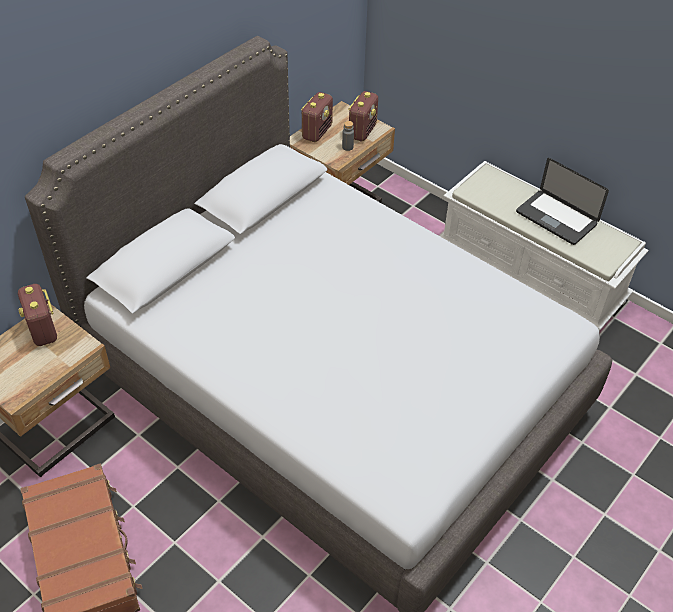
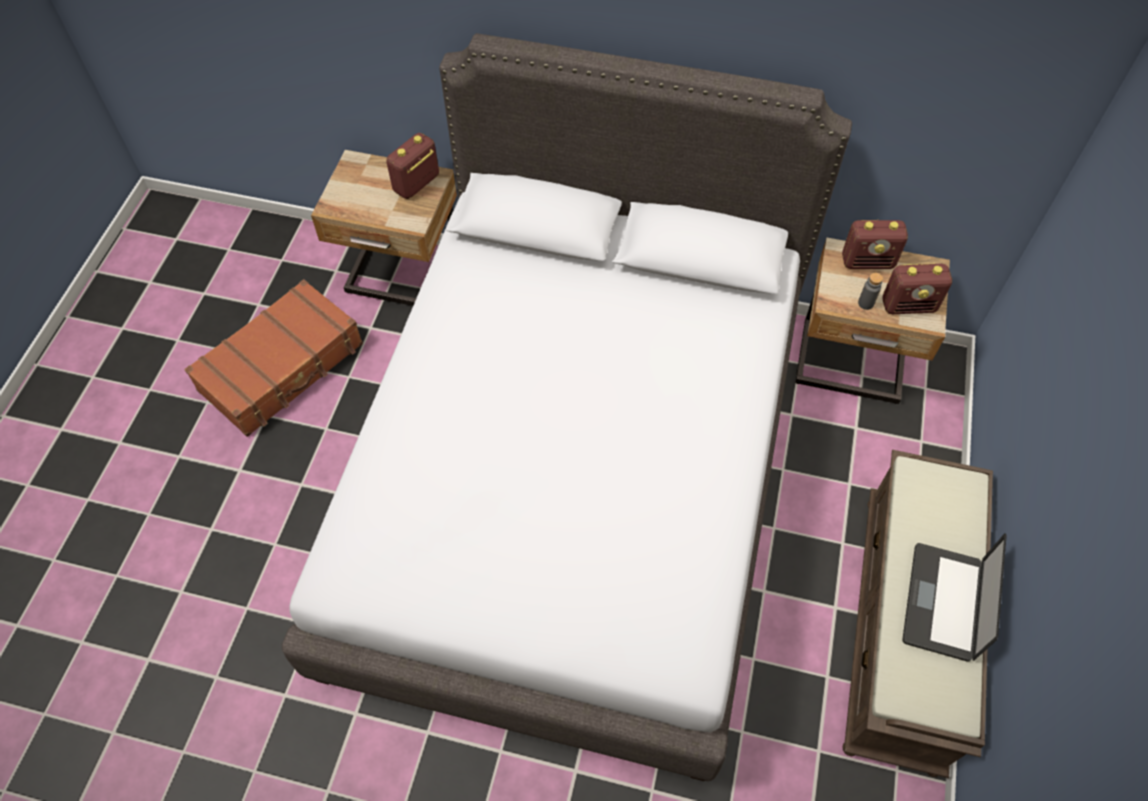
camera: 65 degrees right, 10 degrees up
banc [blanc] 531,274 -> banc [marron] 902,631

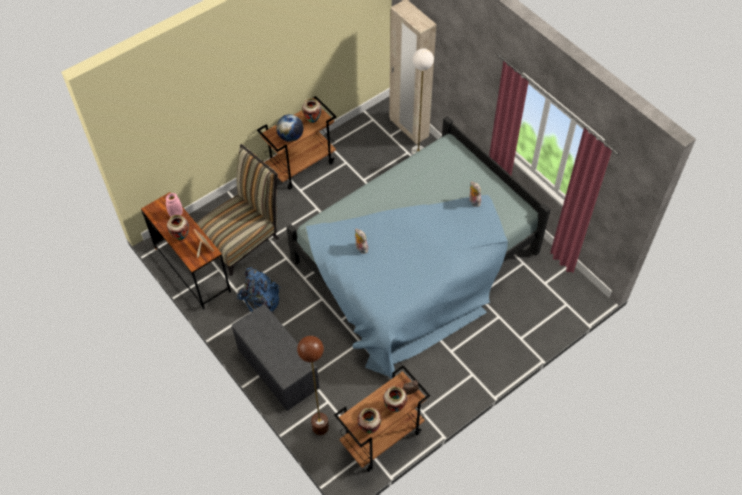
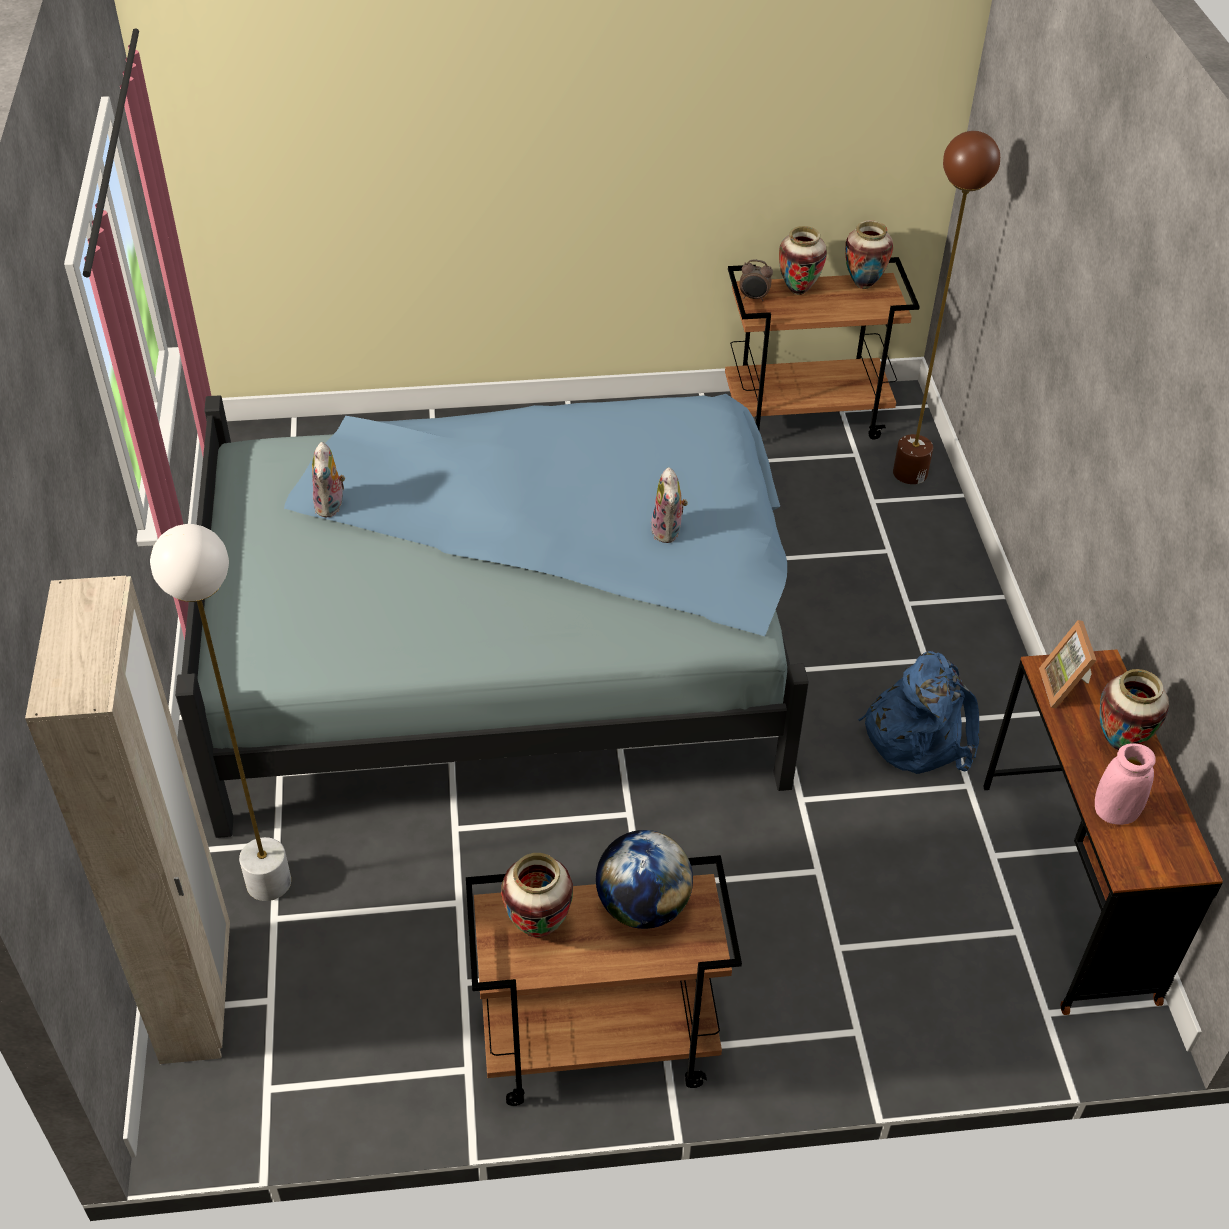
camera: 150 degrees left, 10 degrees down
chaise 242,237 -> none
banc [gris] 276,368 -> none

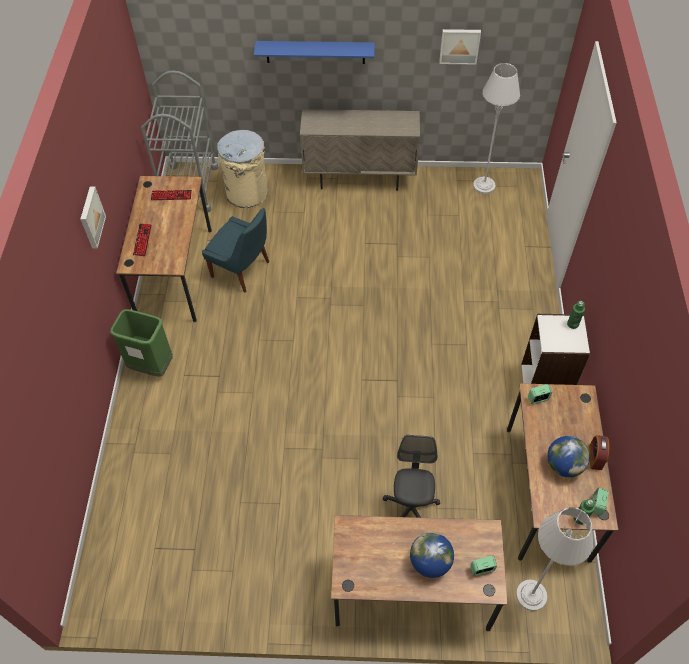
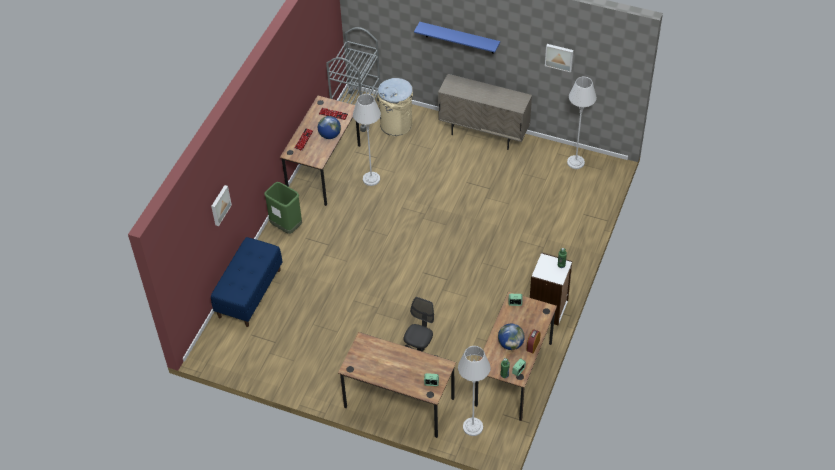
camera: 20 degrees right, 5 degrees down
tableau 91,217 -> tableau 220,205, move
none -> banc [bleu] 249,293
globe 430,562 -> globe 330,135, move
chaise [bleu] 242,270 -> lampadaire [gris] 371,179

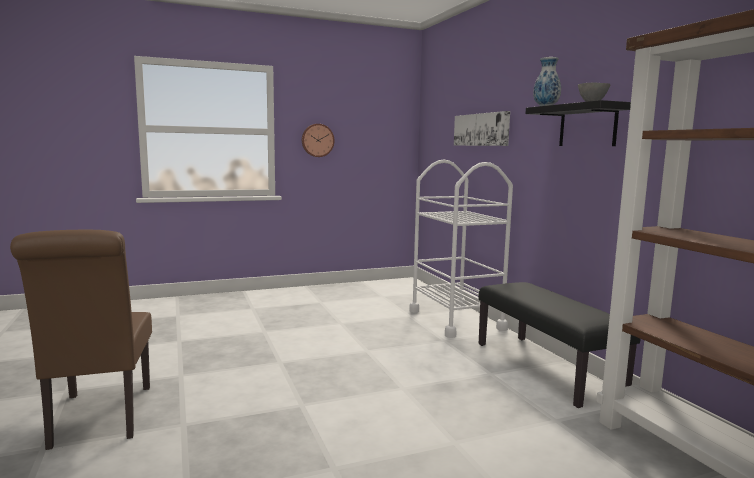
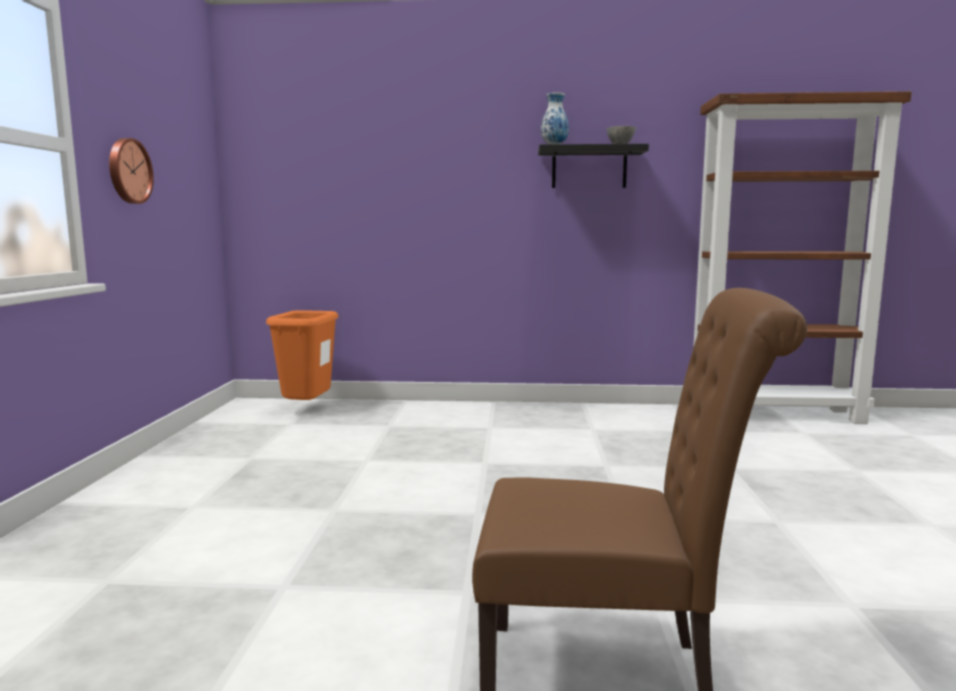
camera: 65 degrees left, 0 degrees up
none -> poubelle [orange] 307,410
chariot [blanc] 456,320 -> none
tableau 481,129 -> none
banc [noir] 546,368 -> none

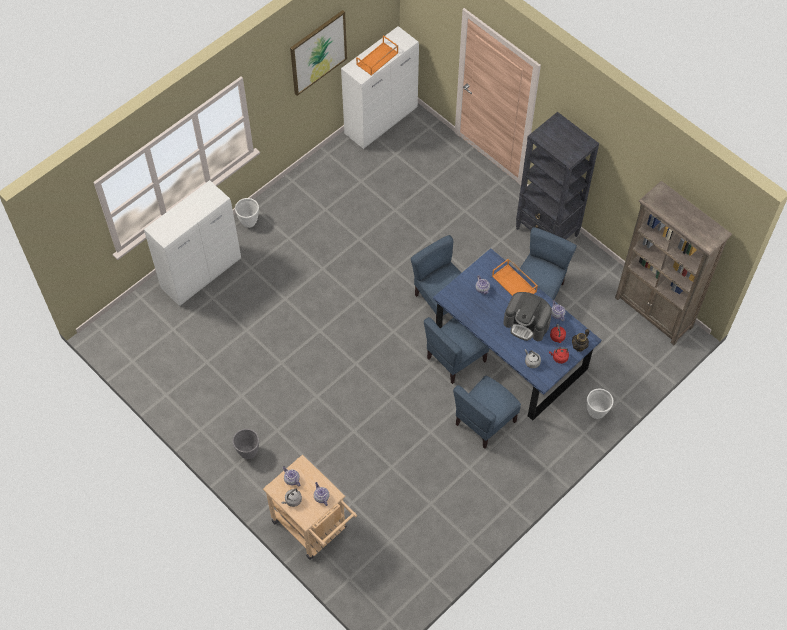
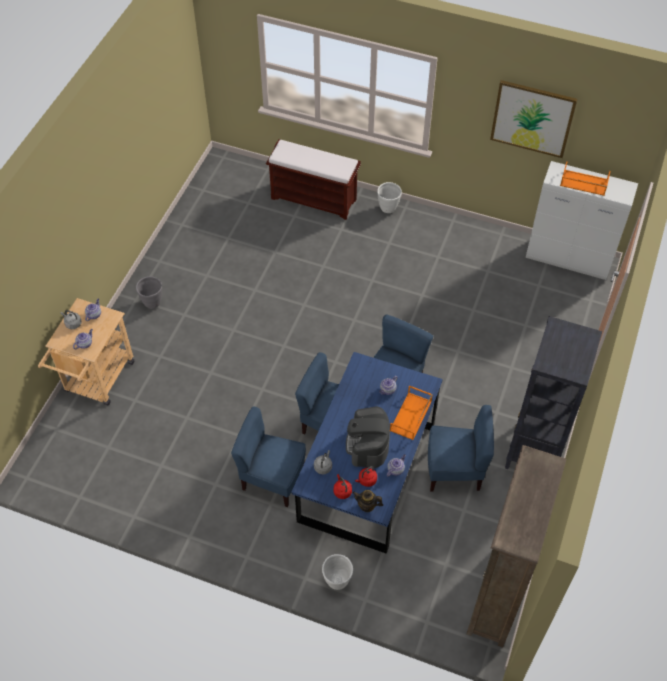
camera: 65 degrees right, 5 degrees down
meuble de rangement [blanc] 202,273 -> banc [marron] 314,199

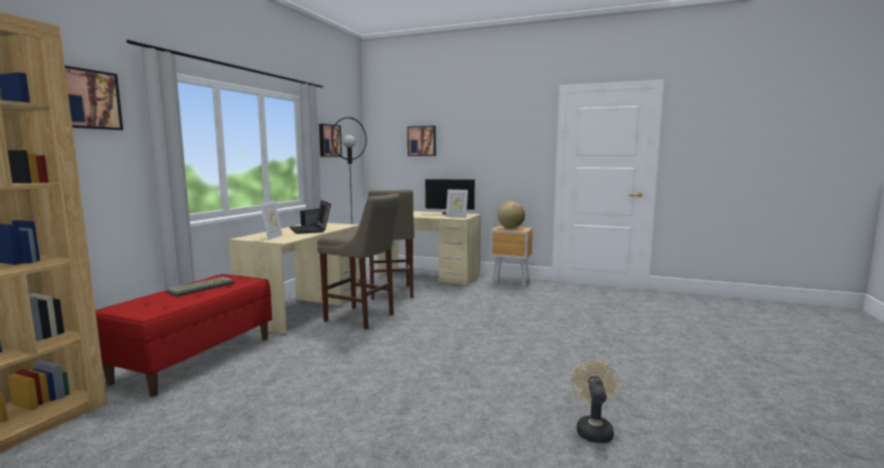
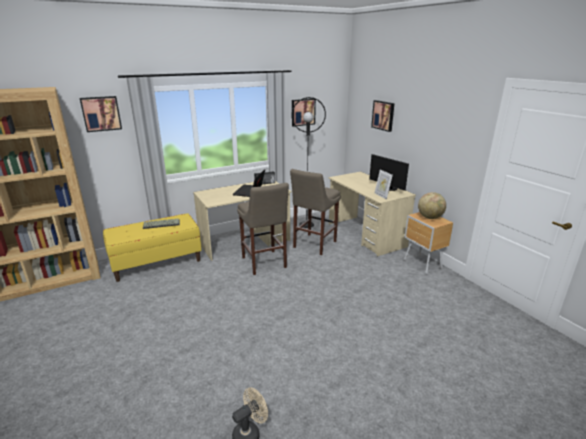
camera: 40 degrees right, 15 degrees up
banc [rouge] 196,359 -> banc [jaune] 157,262
cadre photo 272,237 -> none

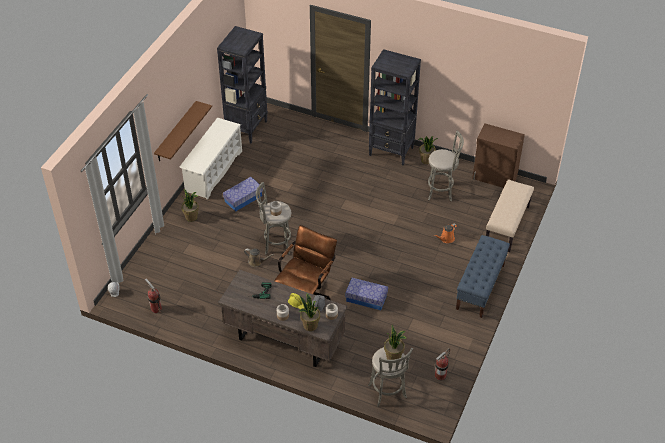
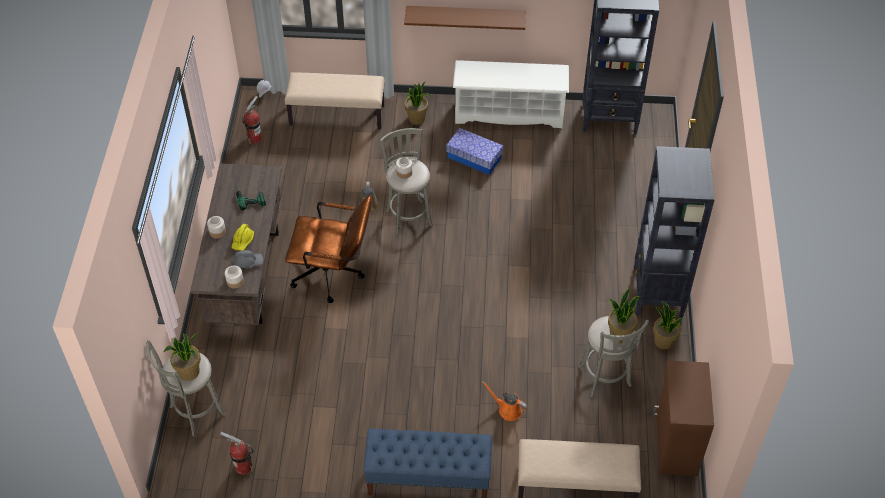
camera: 70 degrees right, 5 degrees up
none -> banc [beige] 337,114
plante en pot 310,325 -> plante en pot 619,334, move
boîte de rangement 366,298 -> none

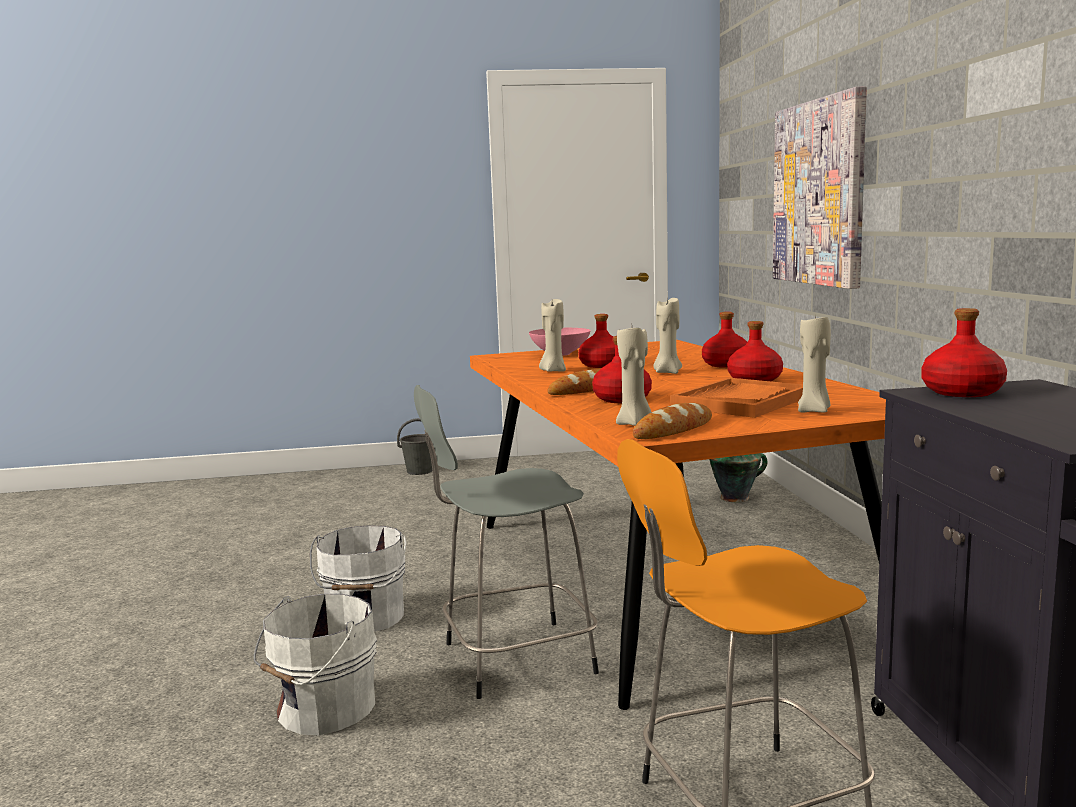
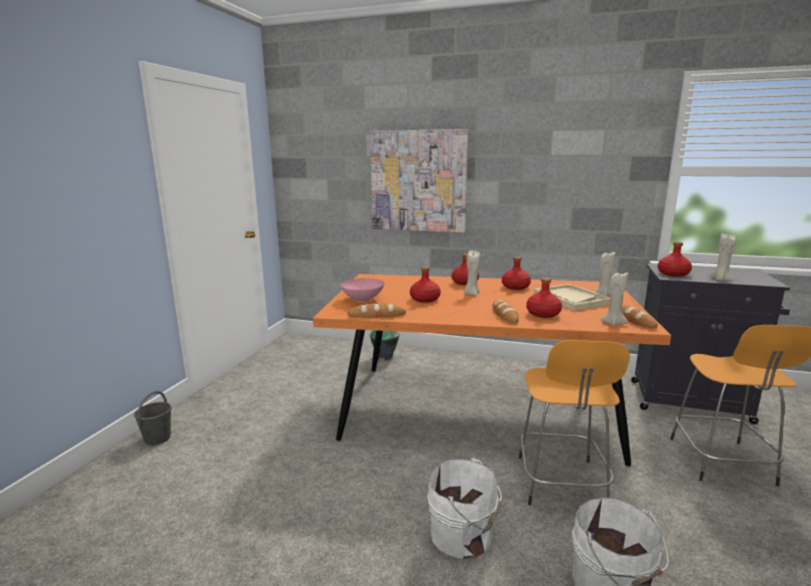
camera: 65 degrees left, 5 degrees up
none -> pain 376,315
tabouret [gris] 513,659 -> tabouret [orange] 561,484
plateau [orange] 741,401 -> plateau [beige] 571,299
bougie [beige] 553,371 -> bougie [beige] 720,279, move

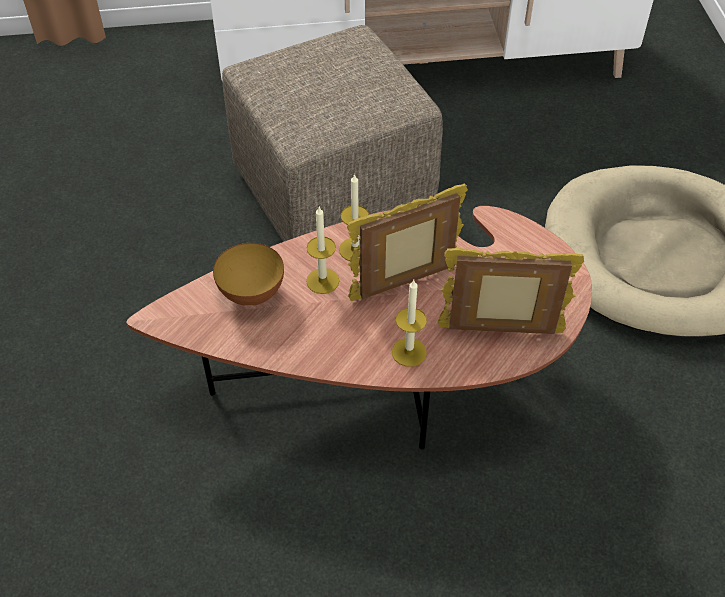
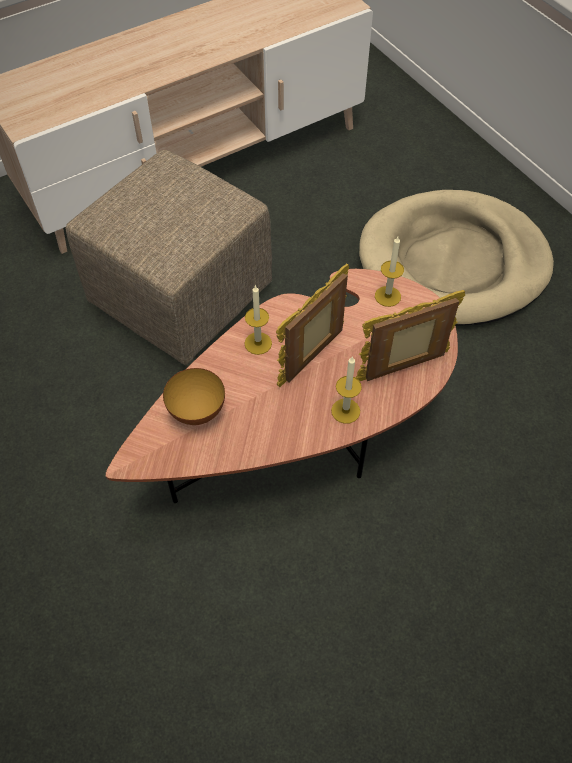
camera: 25 degrees left, 5 degrees up
bougie 322,281 -> bougie 387,296, move

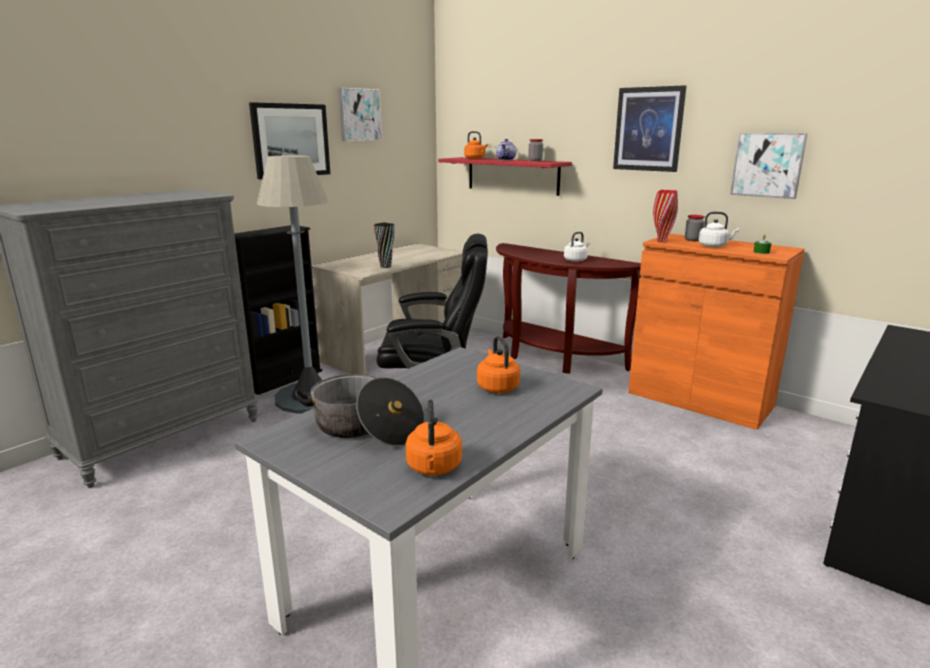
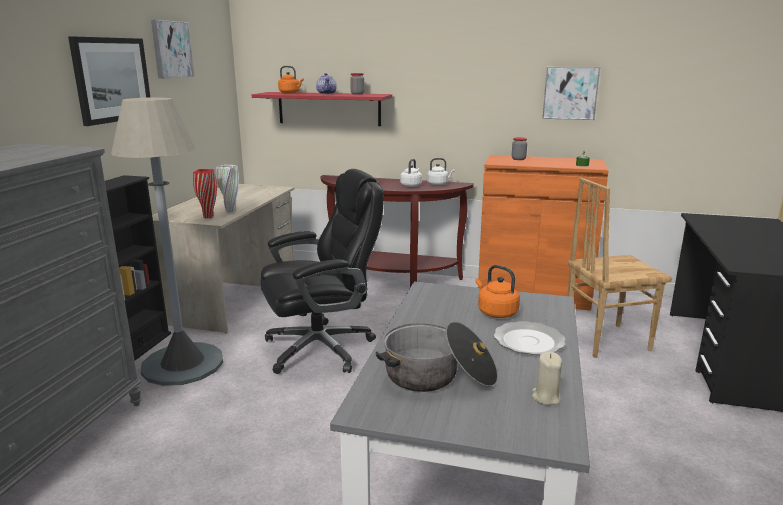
camera: 25 degrees left, 0 degrees up
vase [rouge] 662,241 -> vase [rouge] 208,217, move
vase [noir] 385,267 -> vase [blanc] 231,211
bouilloire [blanc] 714,246 -> bouilloire [blanc] 438,184, move
none -> assiette 529,340
bouilloire [orange] 434,468 -> bougie [beige] 545,397
none -> chaise [marron] 605,340
tableau 648,129 -> none

